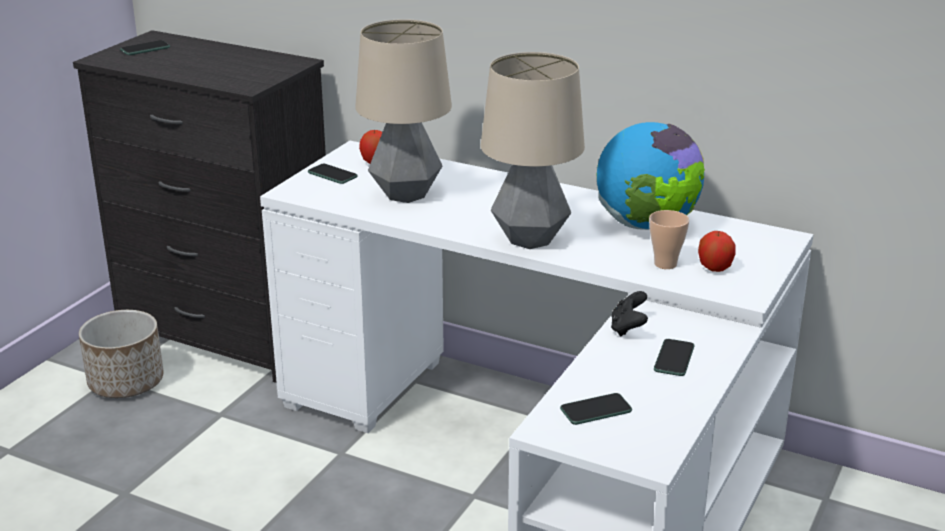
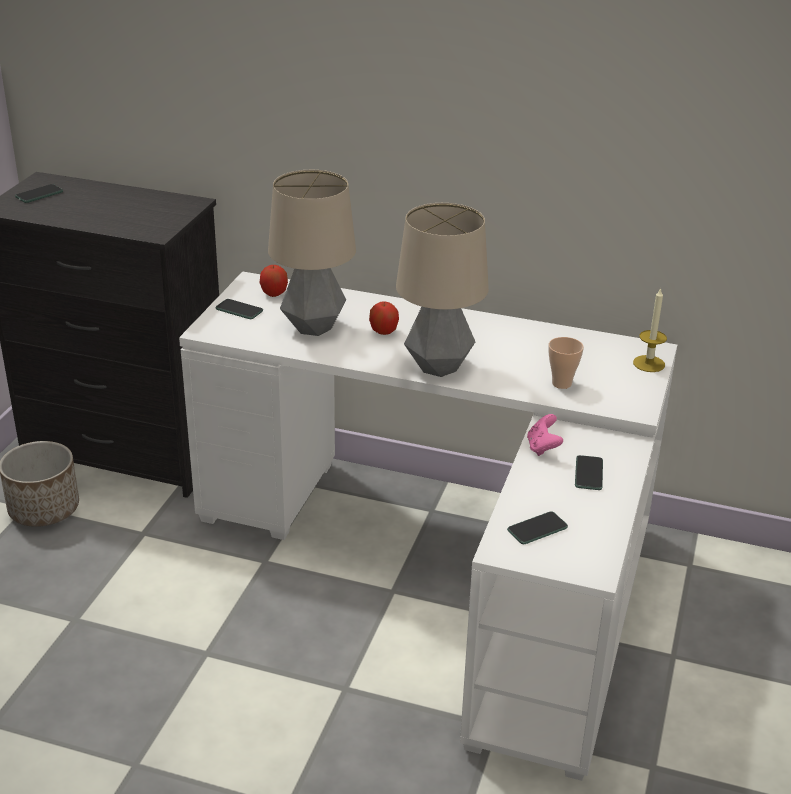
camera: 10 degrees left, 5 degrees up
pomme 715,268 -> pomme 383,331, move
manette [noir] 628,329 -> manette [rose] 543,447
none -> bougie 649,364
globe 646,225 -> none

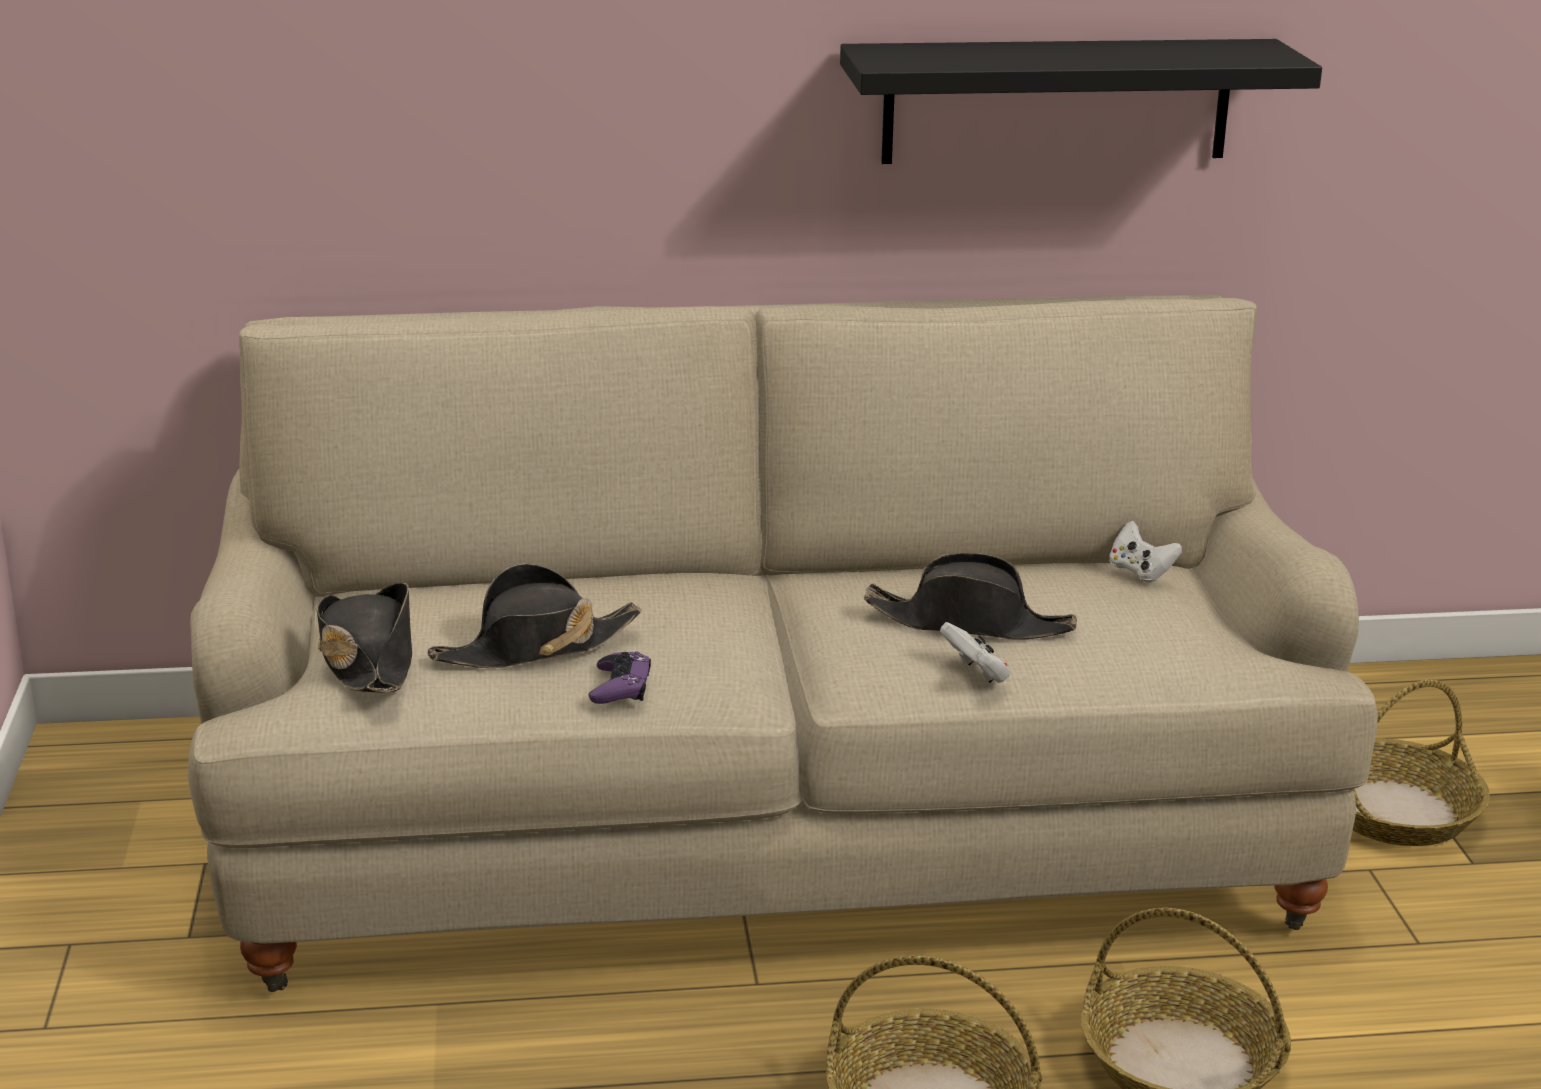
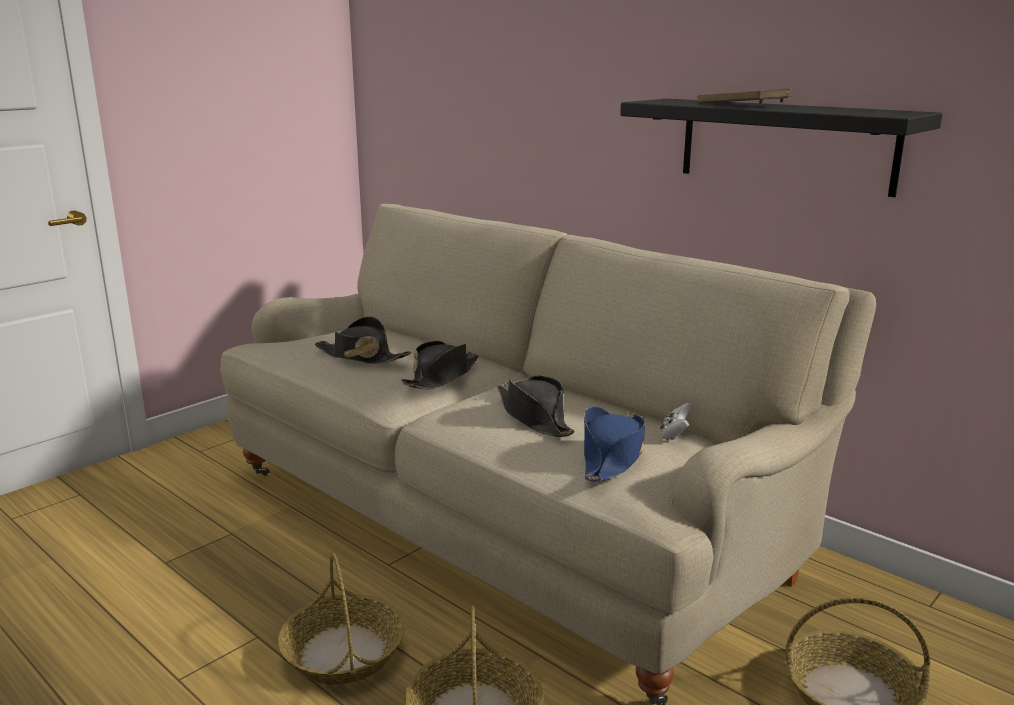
camera: 50 degrees right, 5 degrees down
chapeau [noir] 368,659 -> chapeau [noir] 441,376, move
none -> chapeau [bleu] 612,456
none -> plateau [marron] 742,105
manette [violet] 620,687 -> none
manette [blanc] 976,674 -> none

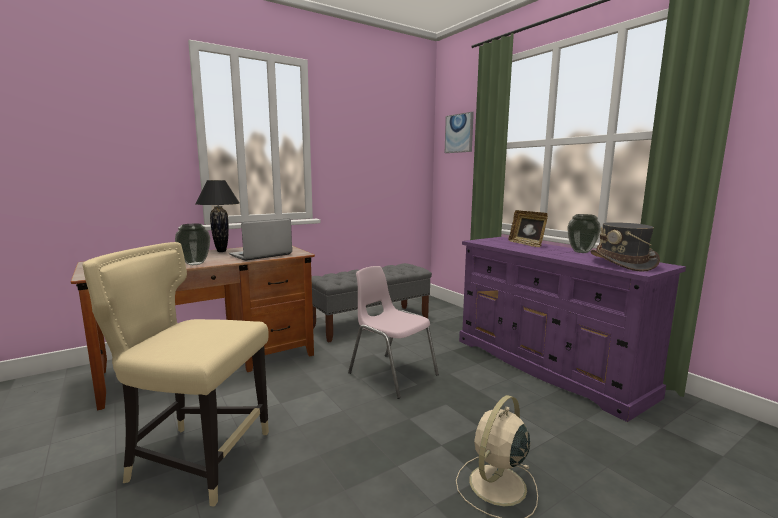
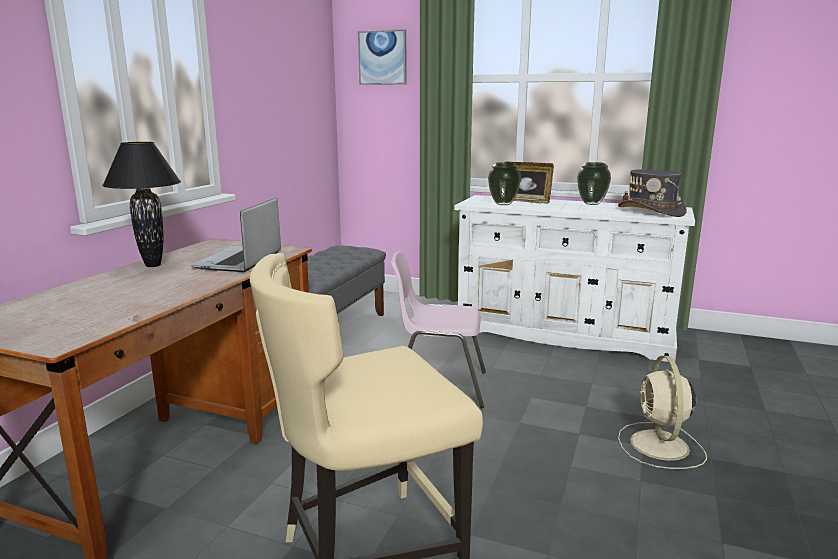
camera: 35 degrees left, 5 degrees up
commode [violet] 547,366 -> commode [blanc] 564,334
vase 195,264 -> vase 504,204, move

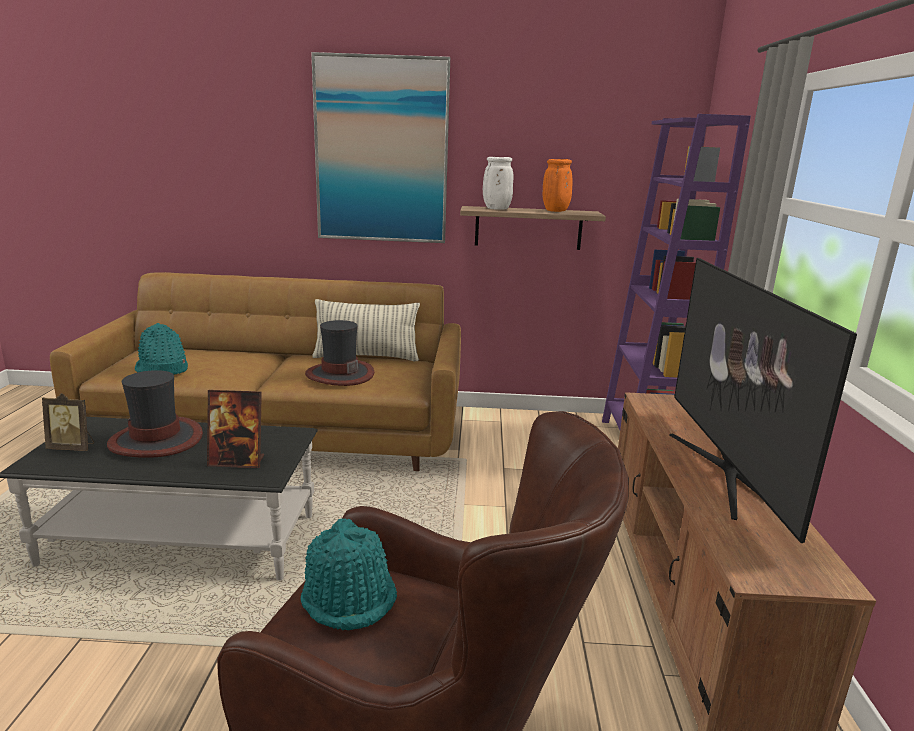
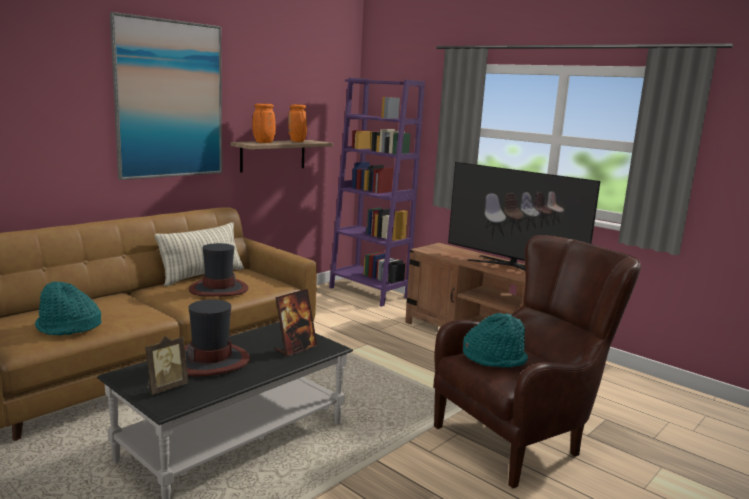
camera: 50 degrees left, 5 degrees down
vase [blanc] 496,209 -> vase [orange] 263,142

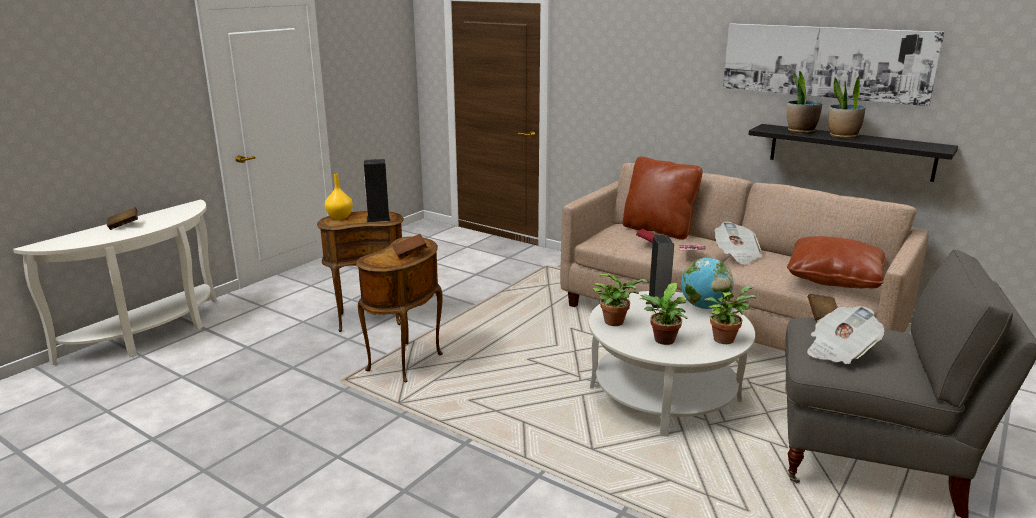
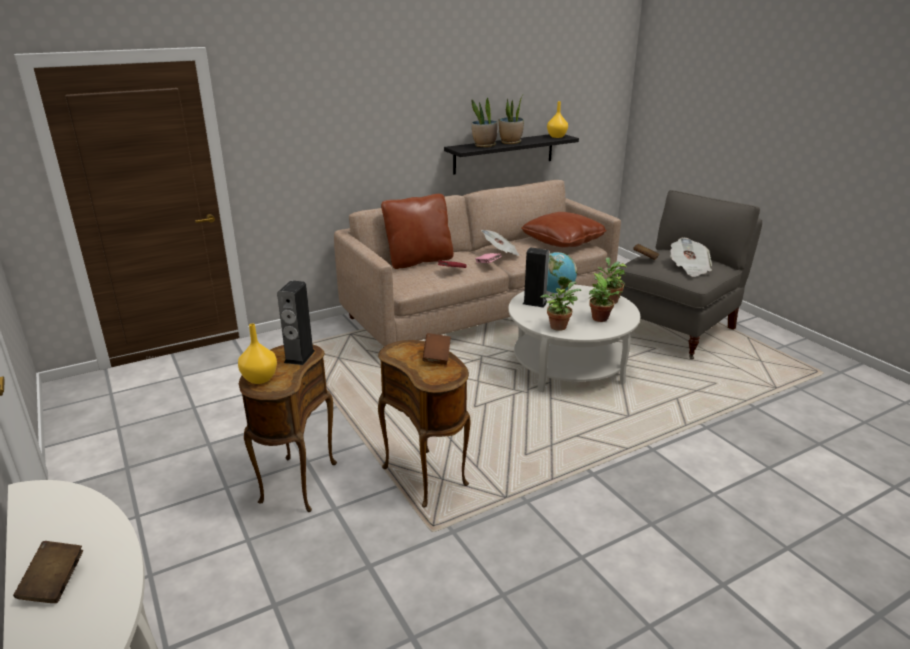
camera: 65 degrees left, 5 degrees up
none -> vase [jaune] 557,136
tableau 824,62 -> none

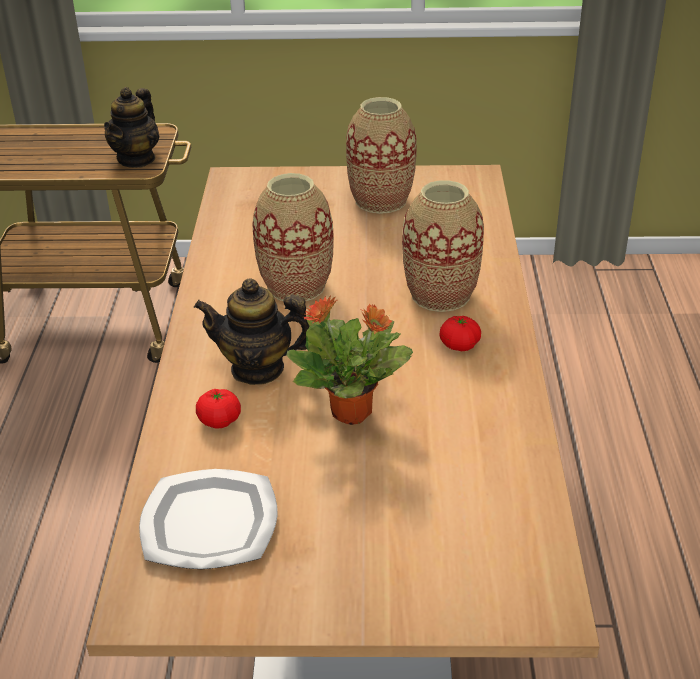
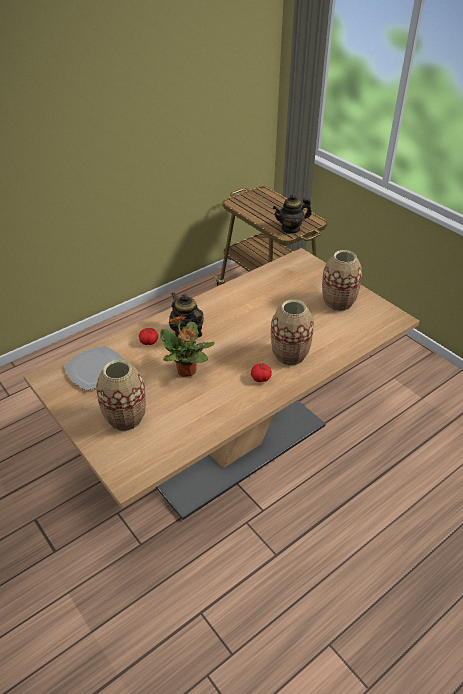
camera: 50 degrees right, 5 degrees up
vase 296,286 -> vase 125,418, move

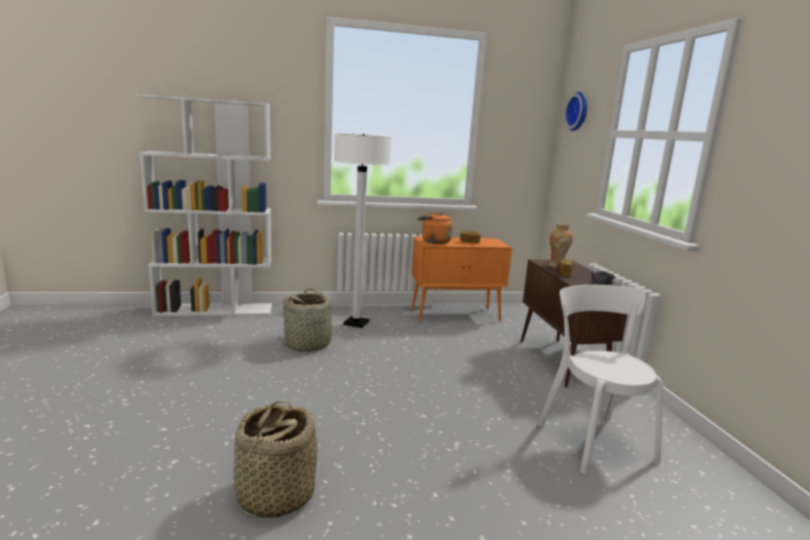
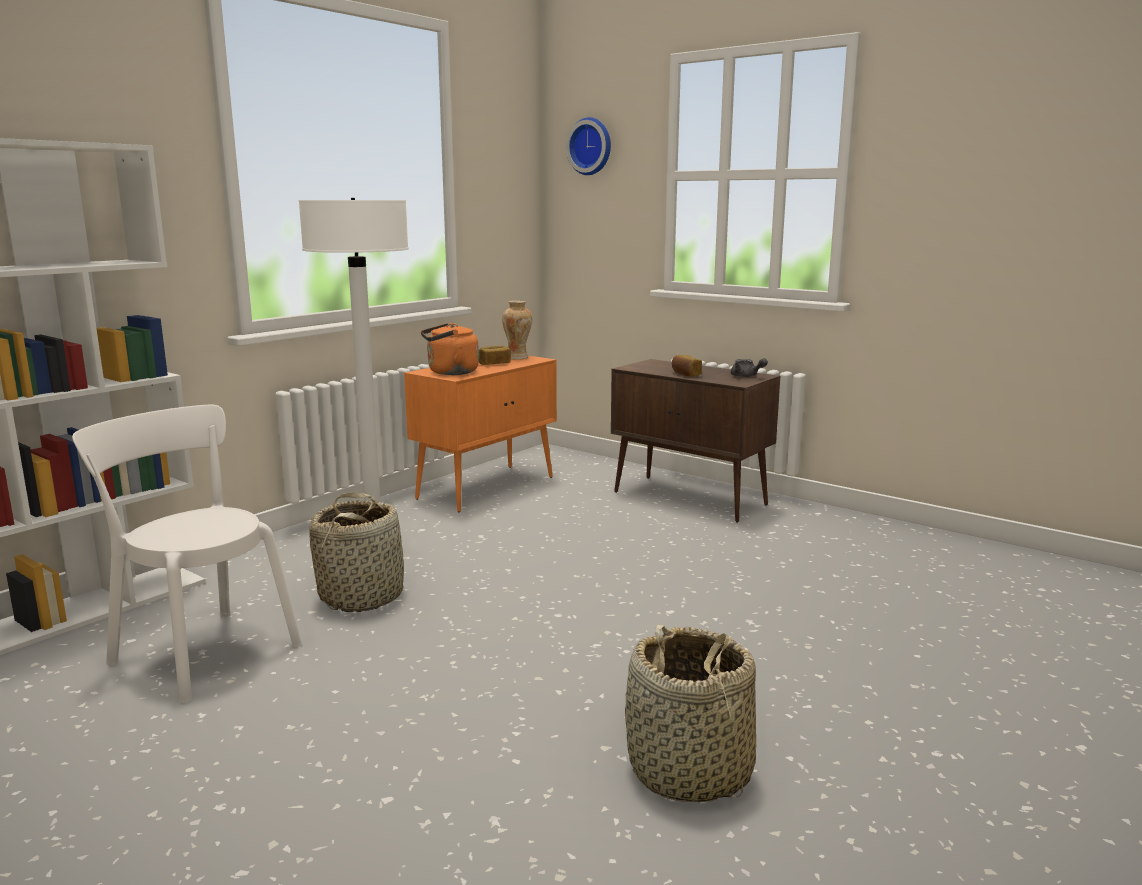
camera: 40 degrees left, 0 degrees up
chaise [blanc] 592,439 -> chaise [blanc] 201,650, move
vase 557,266 -> vase 518,358, move

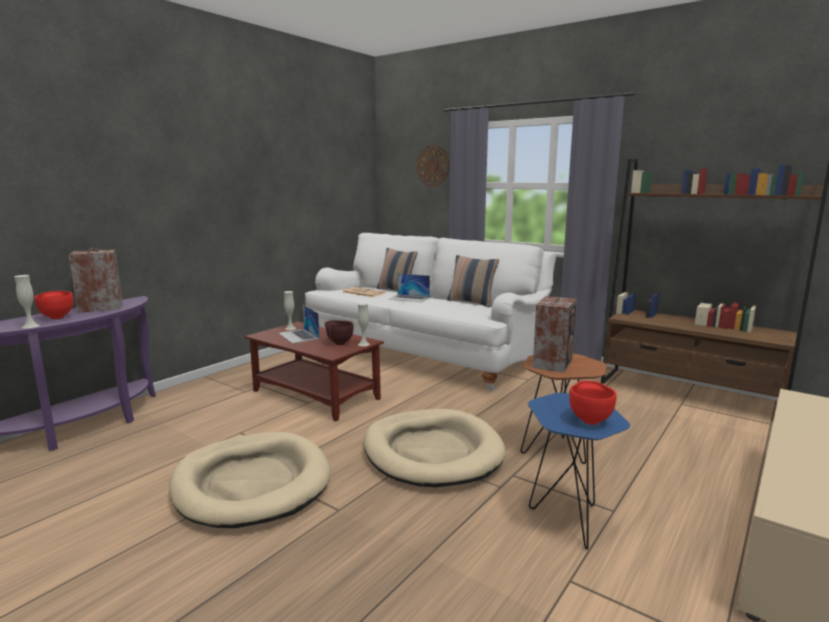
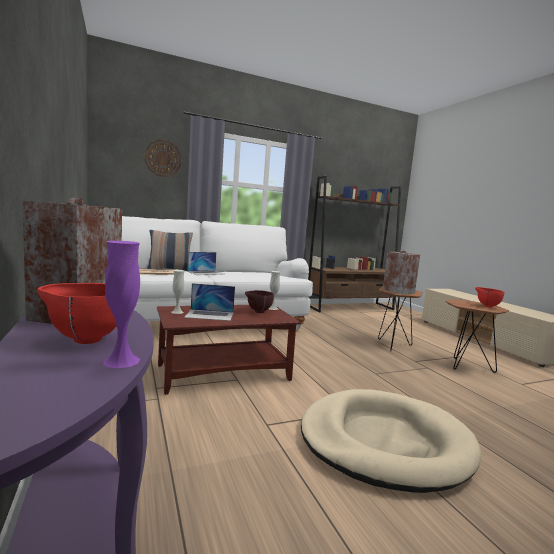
camera: 60 degrees left, 5 degrees down
vase [blanc] 30,326 -> vase [violet] 121,361
table d'appoint [bleu] 568,518 -> table d'appoint [marron] 465,366
panier pour chien [beige] 432,452 -> none
coussin 471,302 -> none

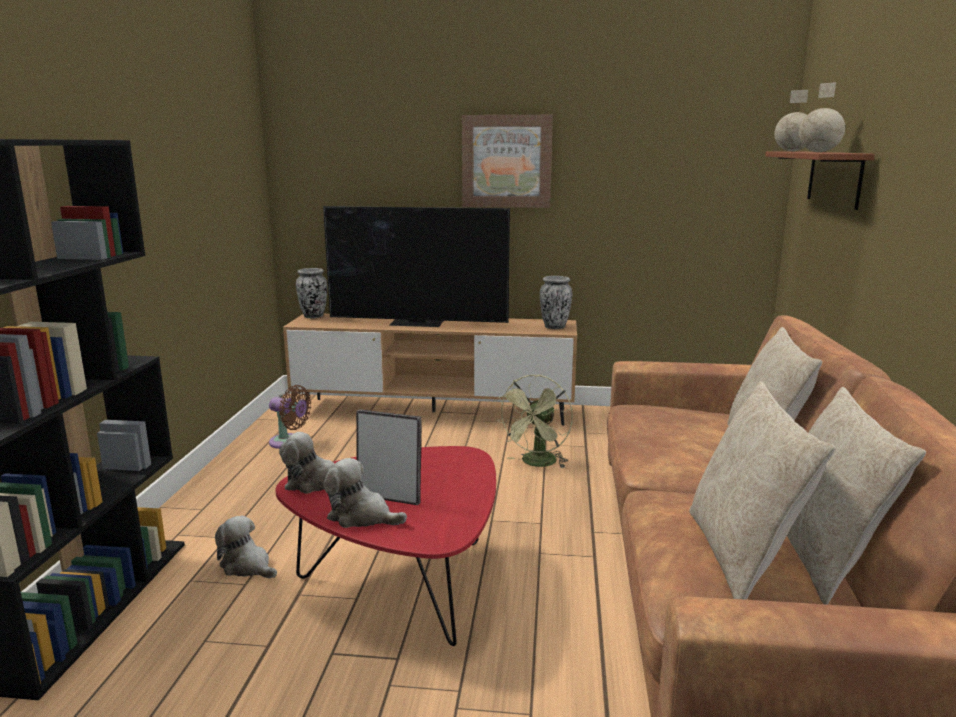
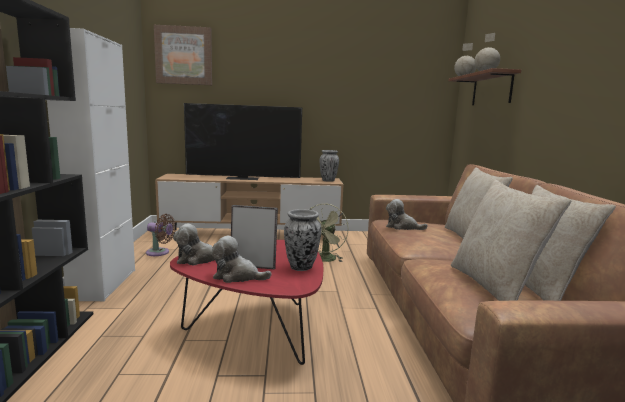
camera: 10 degrees left, 5 degrees down
none -> meuble de rangement [blanc] 104,284
tableau 506,161 -> tableau 184,56, move
vase 313,316 -> vase 301,267, move
peluche 247,566 -> peluche 402,227, move

